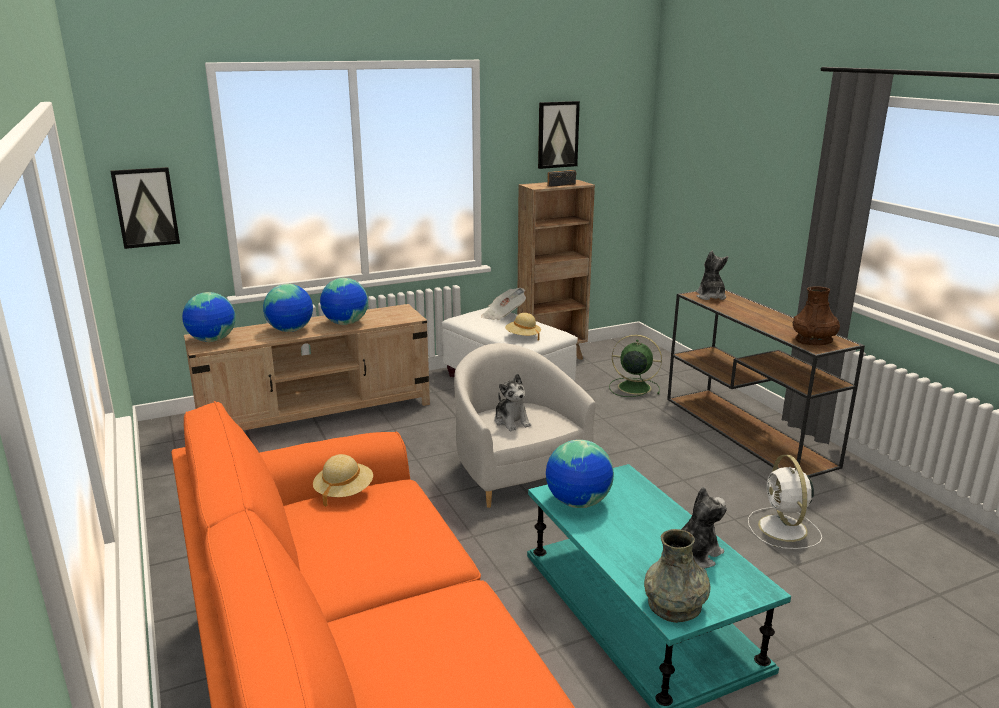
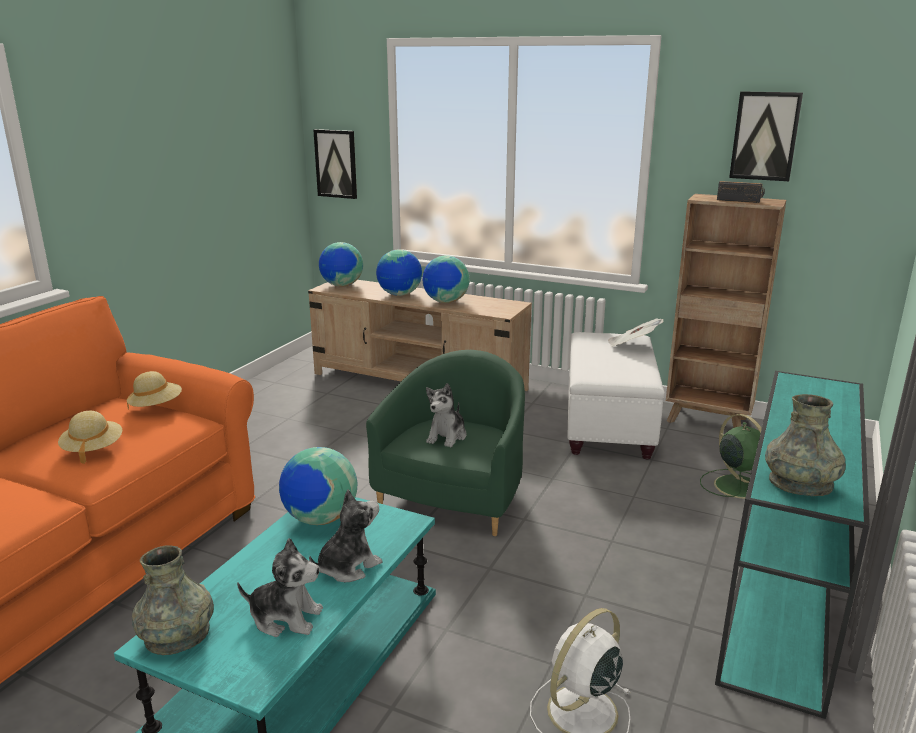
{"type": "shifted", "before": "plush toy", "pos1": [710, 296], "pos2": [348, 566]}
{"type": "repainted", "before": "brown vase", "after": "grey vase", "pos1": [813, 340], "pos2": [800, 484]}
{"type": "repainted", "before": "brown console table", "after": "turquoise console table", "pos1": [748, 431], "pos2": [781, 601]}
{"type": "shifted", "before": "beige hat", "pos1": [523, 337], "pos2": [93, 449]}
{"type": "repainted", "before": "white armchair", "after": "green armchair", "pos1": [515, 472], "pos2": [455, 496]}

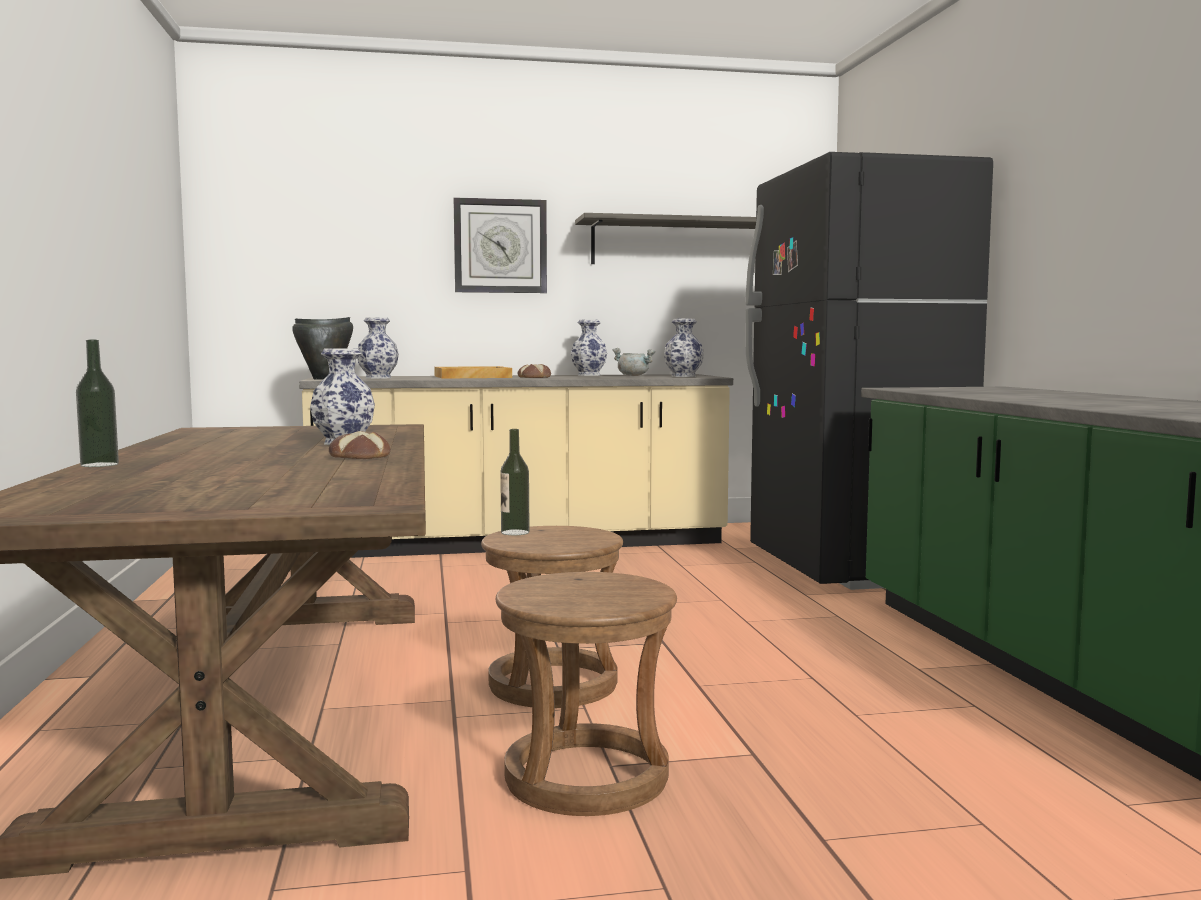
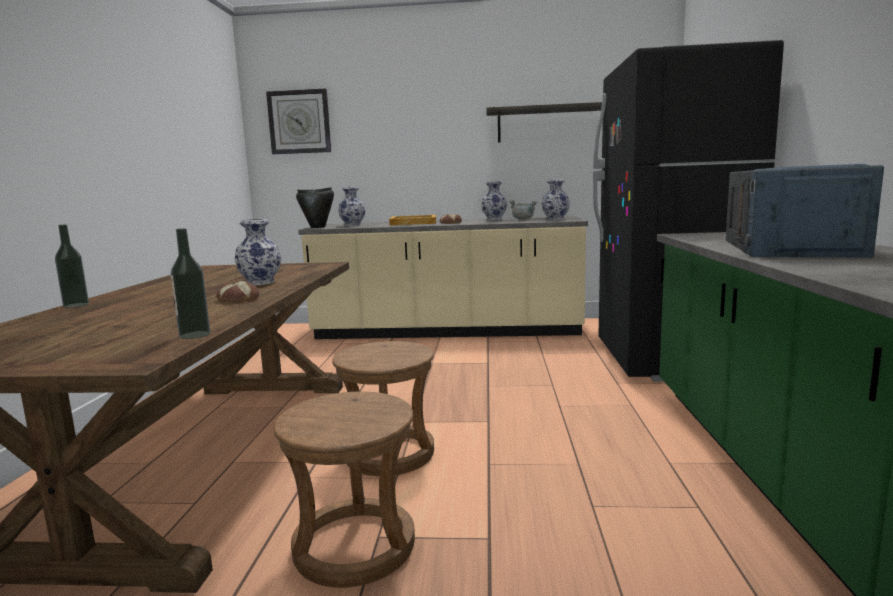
{"type": "shifted", "before": "wall clock", "pos1": [500, 246], "pos2": [299, 122]}
{"type": "shifted", "before": "bottle", "pos1": [515, 532], "pos2": [194, 335]}
{"type": "new", "after": "blue microwave", "pos2": [789, 247]}

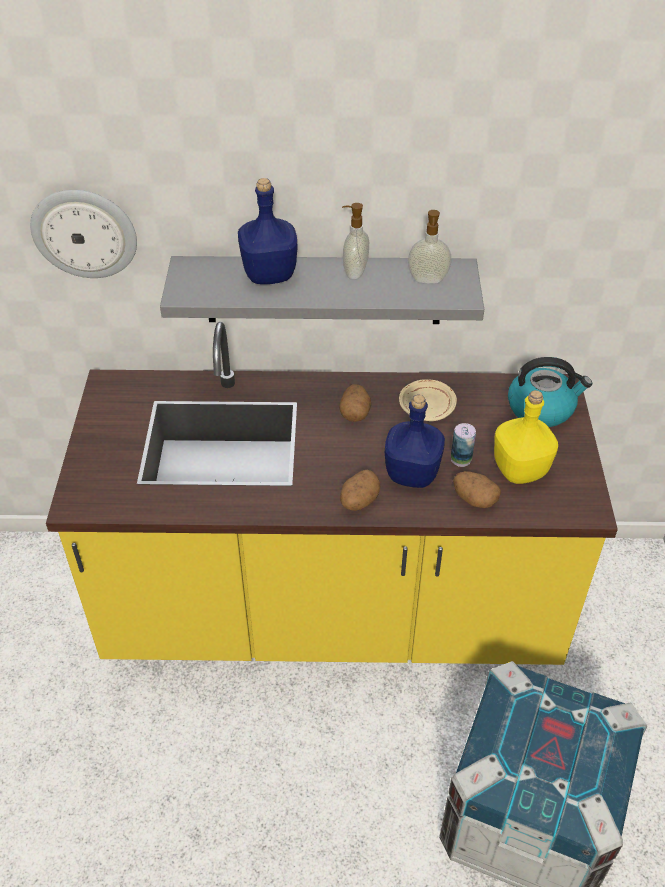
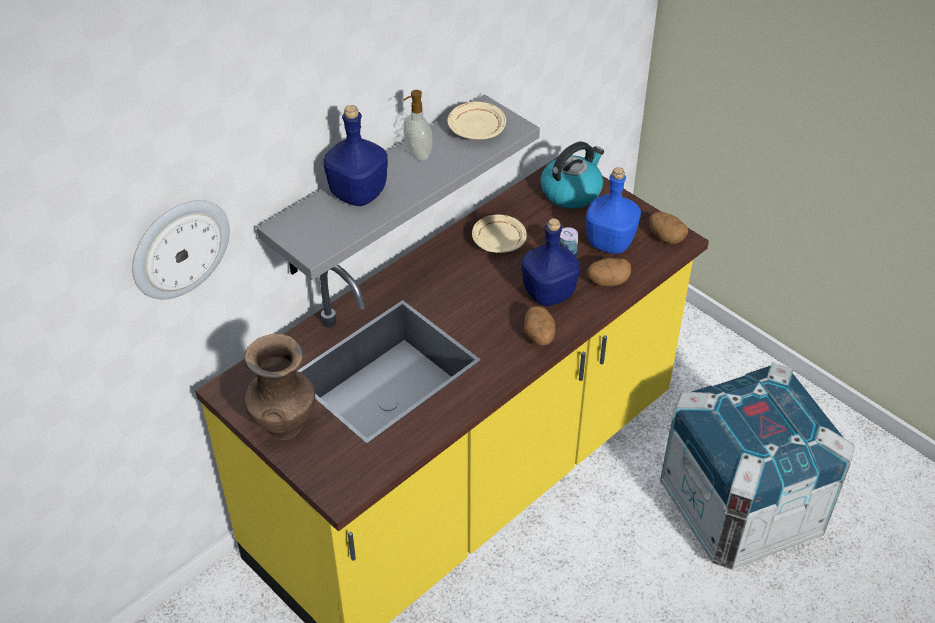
{"type": "swapped", "before": "soap dispenser", "after": "beige plate", "pos1": [427, 280], "pos2": [476, 129]}
{"type": "shifted", "before": "potato", "pos1": [355, 413], "pos2": [666, 237]}
{"type": "repainted", "before": "yellow bottle", "after": "blue bottle", "pos1": [520, 470], "pos2": [611, 243]}
{"type": "new", "after": "brown vase", "pos2": [284, 424]}

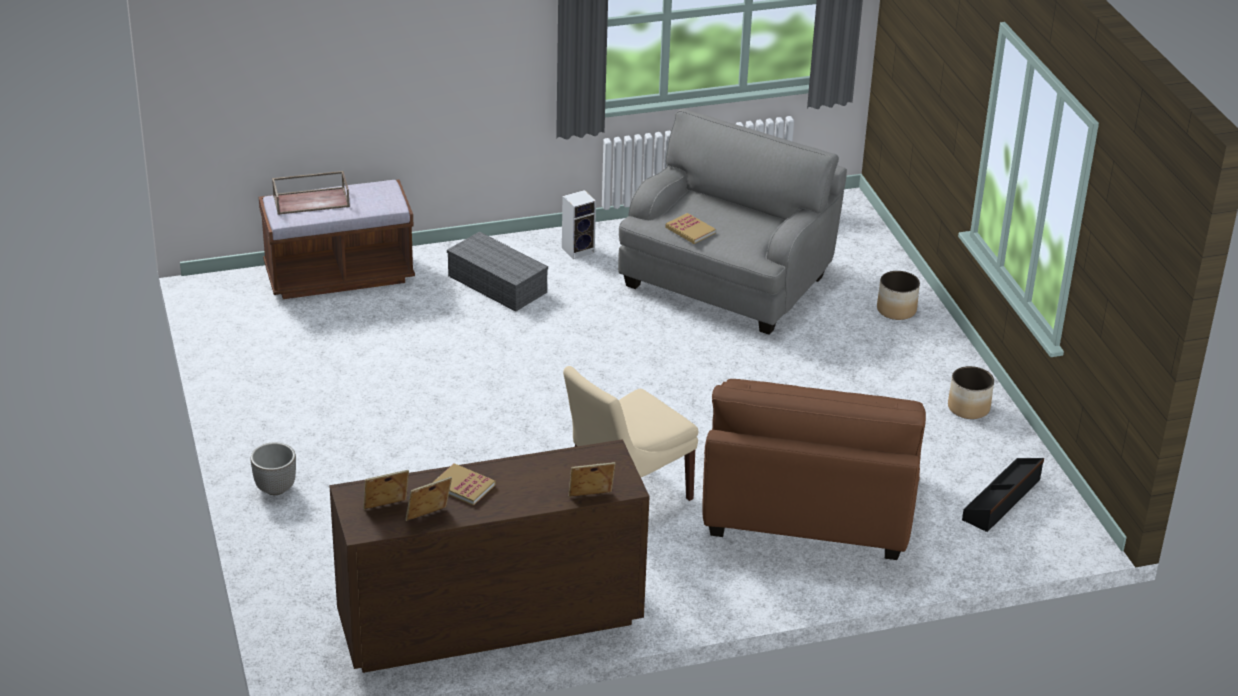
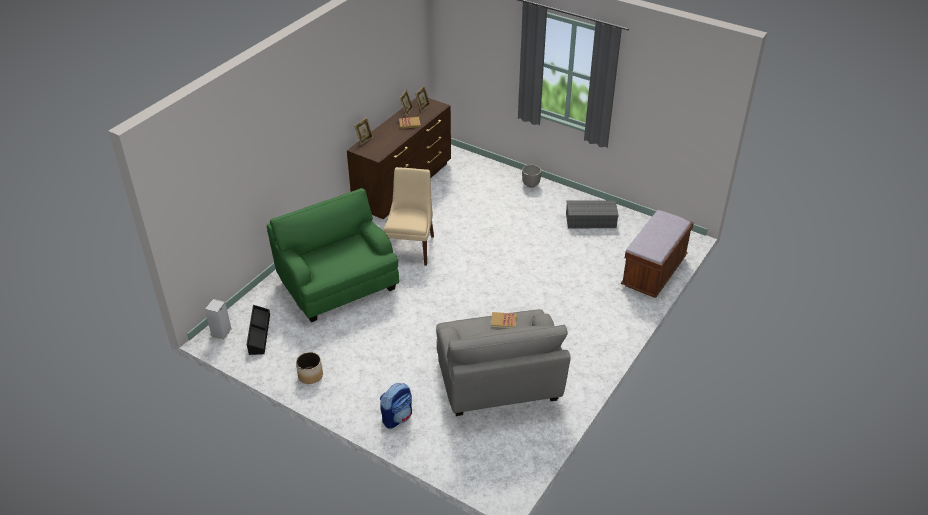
{"type": "gone", "before": "brown tray", "pos1": [312, 200]}
{"type": "shifted", "before": "speaker", "pos1": [578, 249], "pos2": [221, 333]}
{"type": "shifted", "before": "grey storage box", "pos1": [499, 284], "pos2": [590, 221]}
{"type": "swapped", "before": "planter", "after": "backpack", "pos1": [896, 310], "pos2": [397, 417]}
{"type": "repainted", "before": "brown armchair", "after": "green armchair", "pos1": [809, 508], "pos2": [337, 283]}

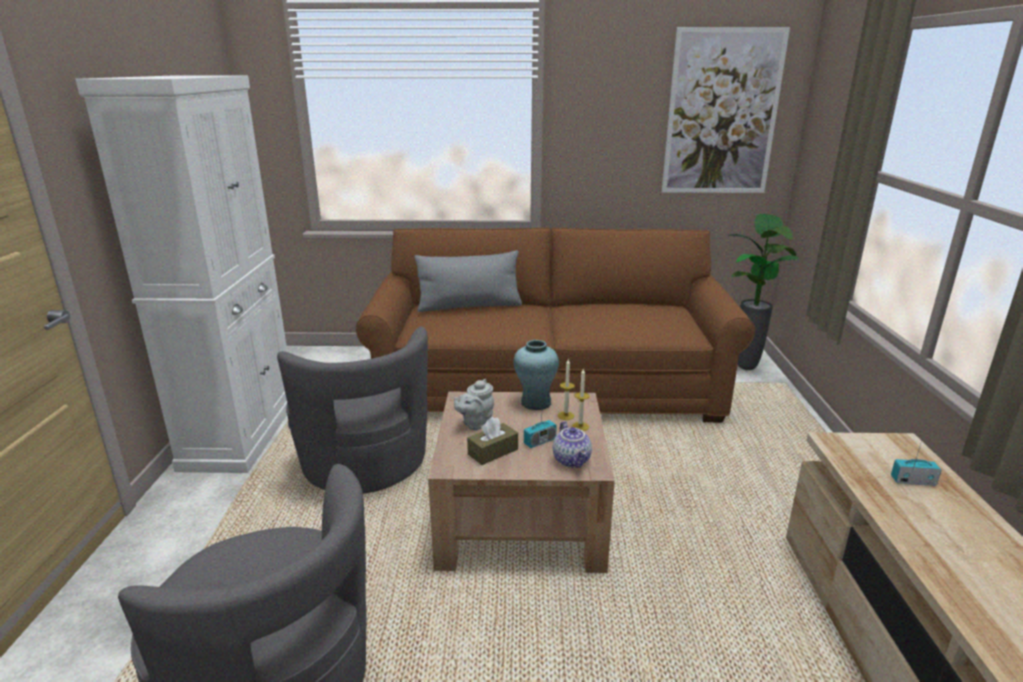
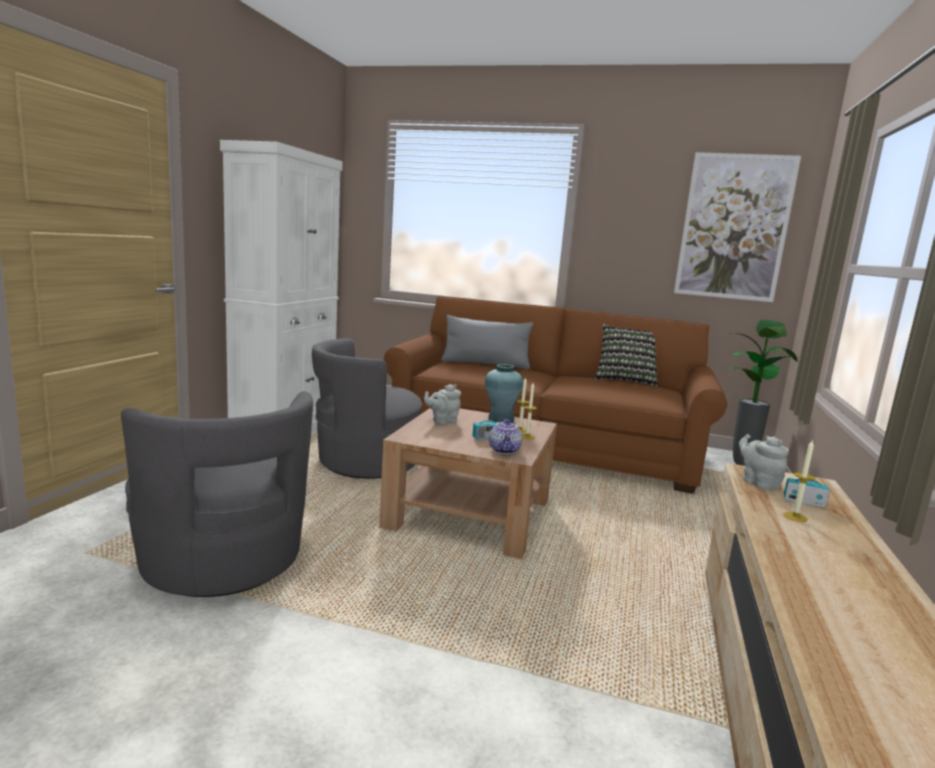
{"type": "rotated", "before": "grey armchair", "pos1": [366, 465], "pos2": [365, 462], "turn": 75}
{"type": "gone", "before": "brown tissue box", "pos1": [493, 452]}
{"type": "new", "after": "pillow", "pos2": [625, 380]}
{"type": "new", "after": "grey teapot", "pos2": [758, 482]}
{"type": "new", "after": "candle", "pos2": [795, 517]}

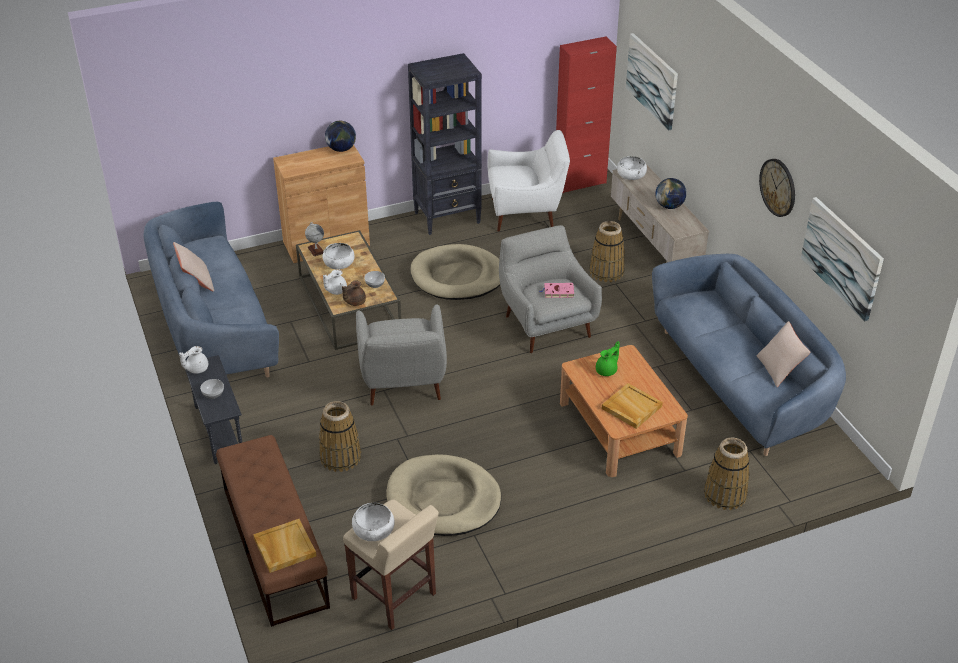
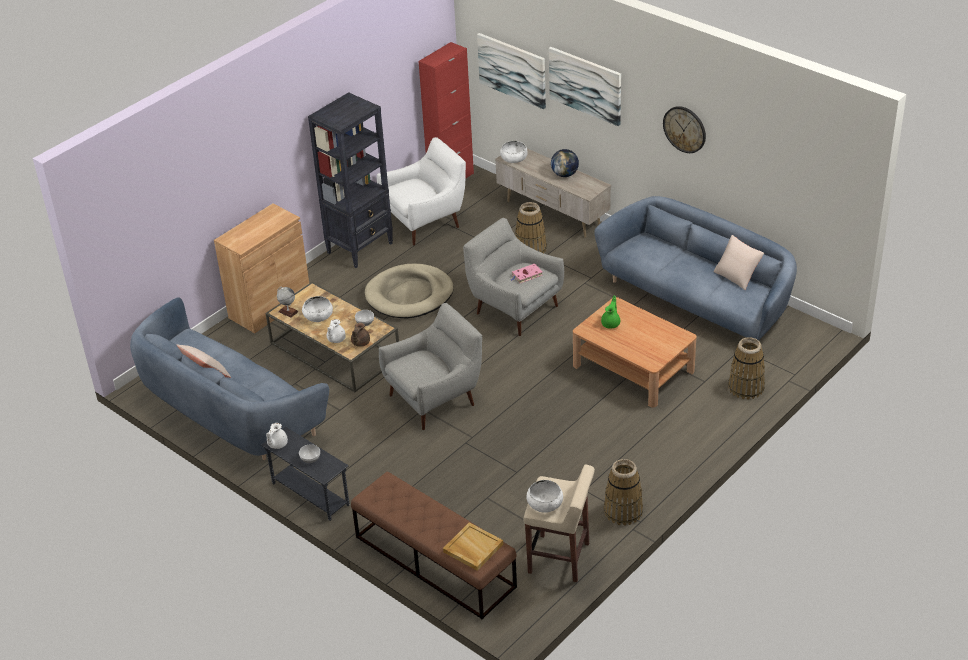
{"type": "gone", "before": "globe", "pos1": [341, 149]}
{"type": "shifted", "before": "picture", "pos1": [842, 257], "pos2": [585, 85]}
{"type": "rotated", "before": "grey armchair", "pos1": [403, 384], "pos2": [435, 398], "turn": -90}
{"type": "gone", "before": "beige tray", "pos1": [631, 407]}
{"type": "shifted", "before": "basket", "pos1": [340, 457], "pos2": [623, 511]}
{"type": "gone", "before": "beige dog bed", "pos1": [443, 499]}

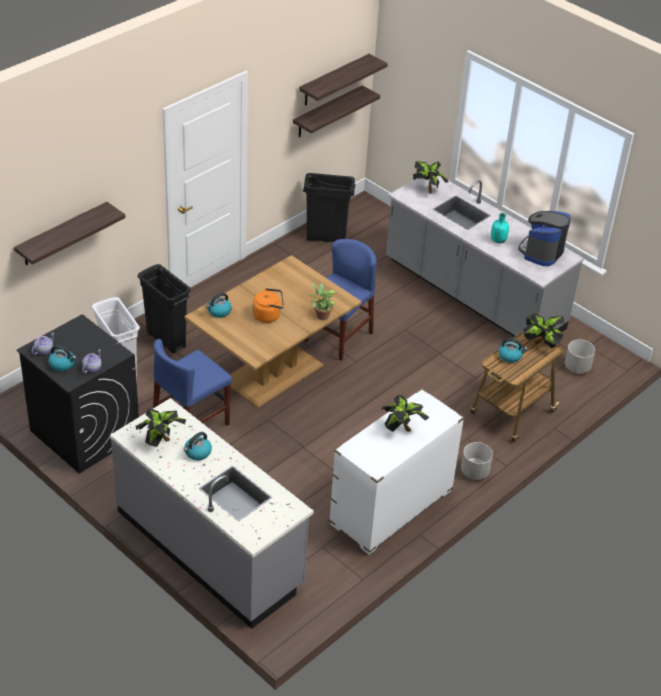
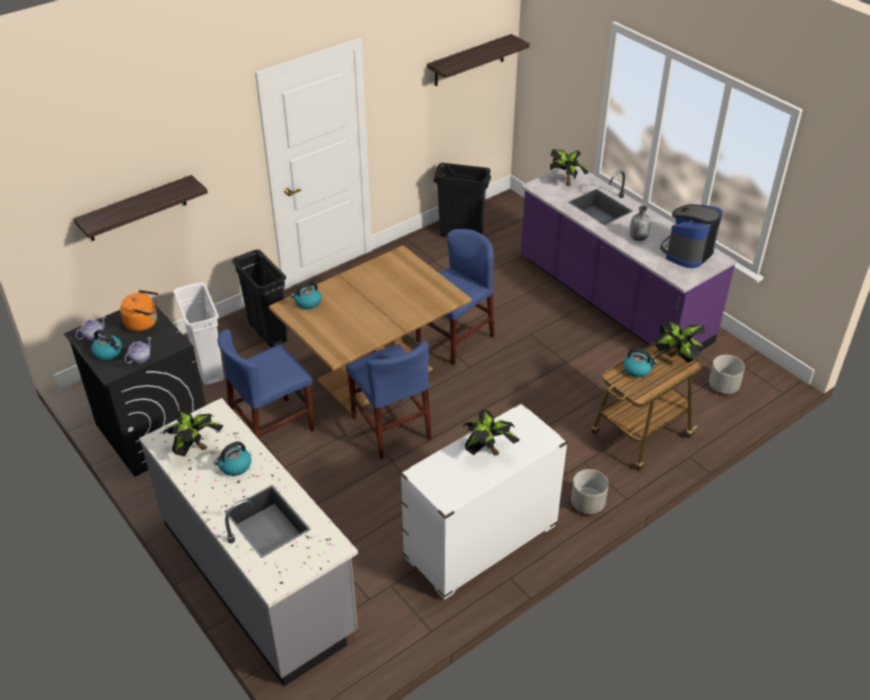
{"type": "gone", "before": "shelf", "pos1": [327, 112]}
{"type": "repainted", "before": "grey counter", "after": "purple counter", "pos1": [472, 295], "pos2": [612, 301]}
{"type": "repainted", "before": "turquoise bottle", "after": "grey bottle", "pos1": [498, 240], "pos2": [638, 238]}
{"type": "gone", "before": "potted plant", "pos1": [321, 315]}
{"type": "shifted", "before": "orange kettle", "pos1": [268, 315], "pos2": [144, 323]}
{"type": "new", "after": "blue chair", "pos2": [391, 428]}

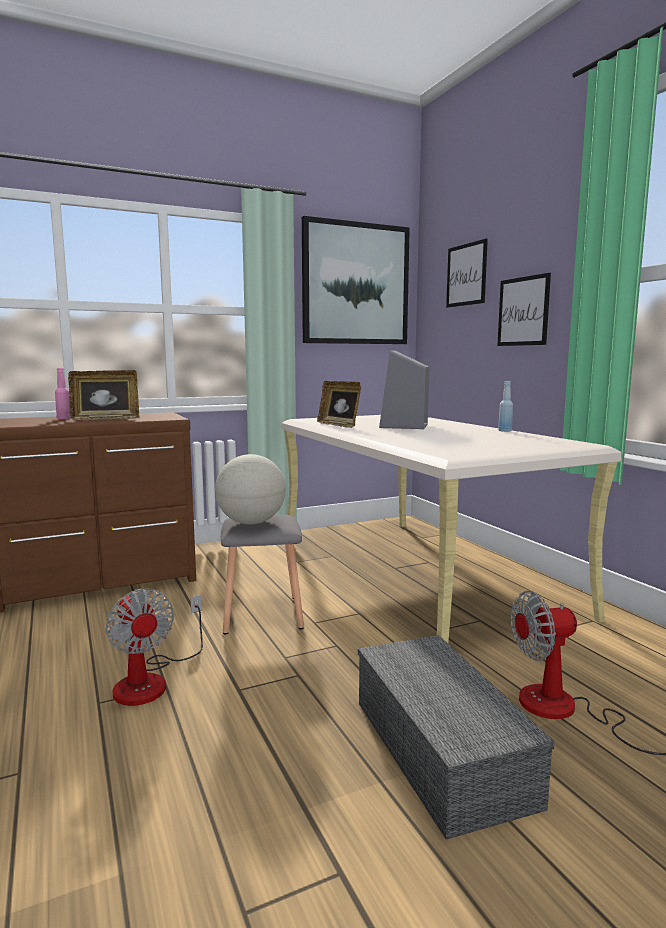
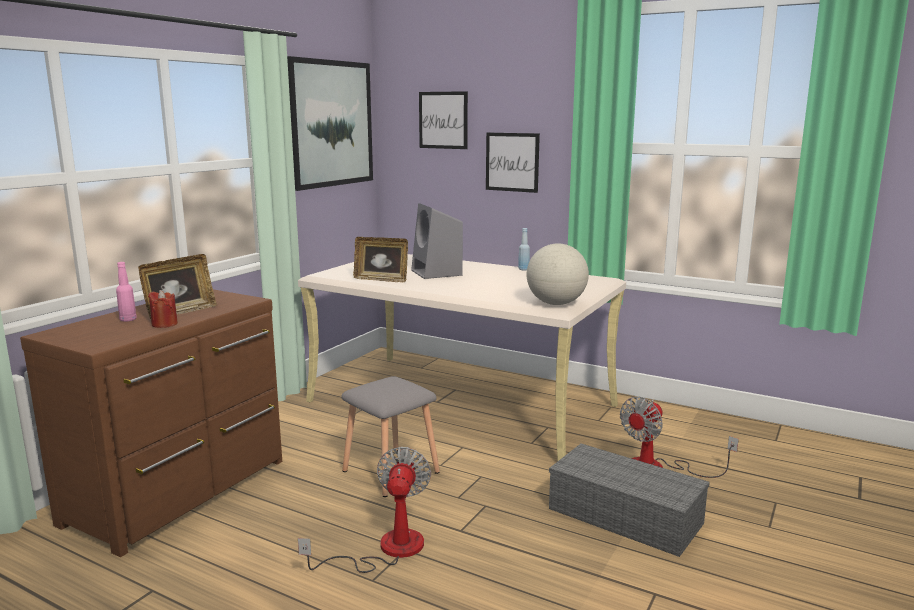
{"type": "shifted", "before": "globe", "pos1": [251, 523], "pos2": [556, 304]}
{"type": "rotated", "before": "fan", "pos1": [152, 680], "pos2": [386, 549], "turn": -105}
{"type": "new", "after": "red candle", "pos2": [164, 324]}

